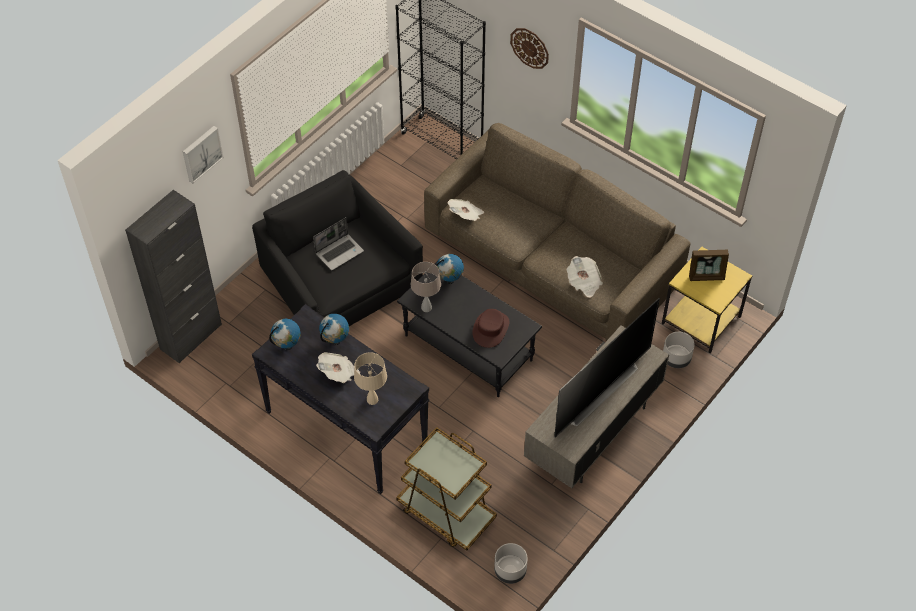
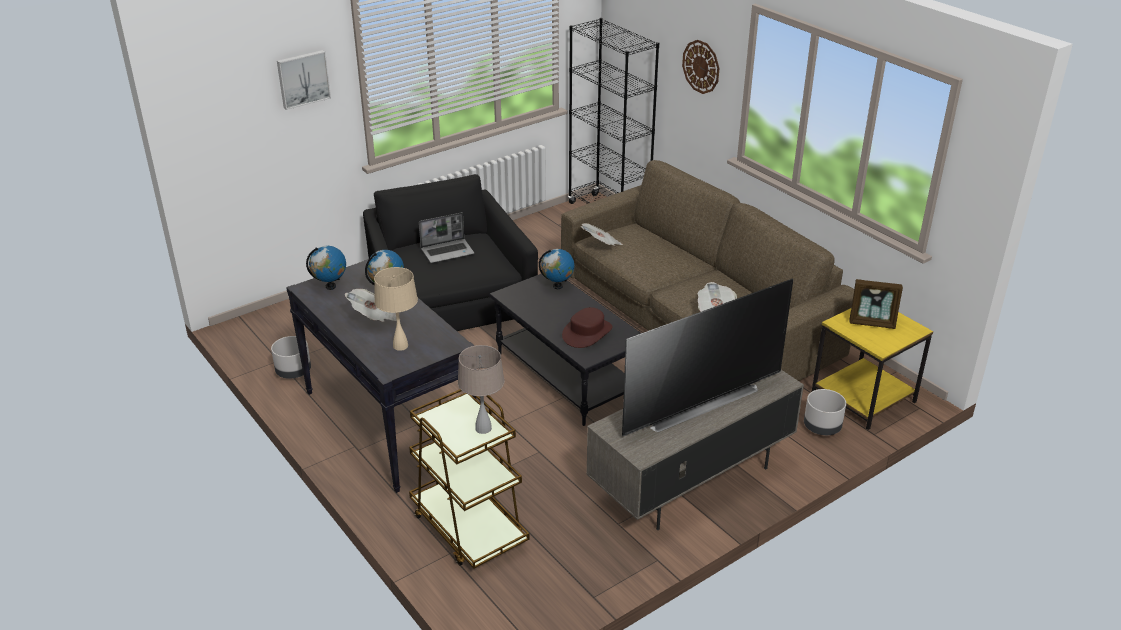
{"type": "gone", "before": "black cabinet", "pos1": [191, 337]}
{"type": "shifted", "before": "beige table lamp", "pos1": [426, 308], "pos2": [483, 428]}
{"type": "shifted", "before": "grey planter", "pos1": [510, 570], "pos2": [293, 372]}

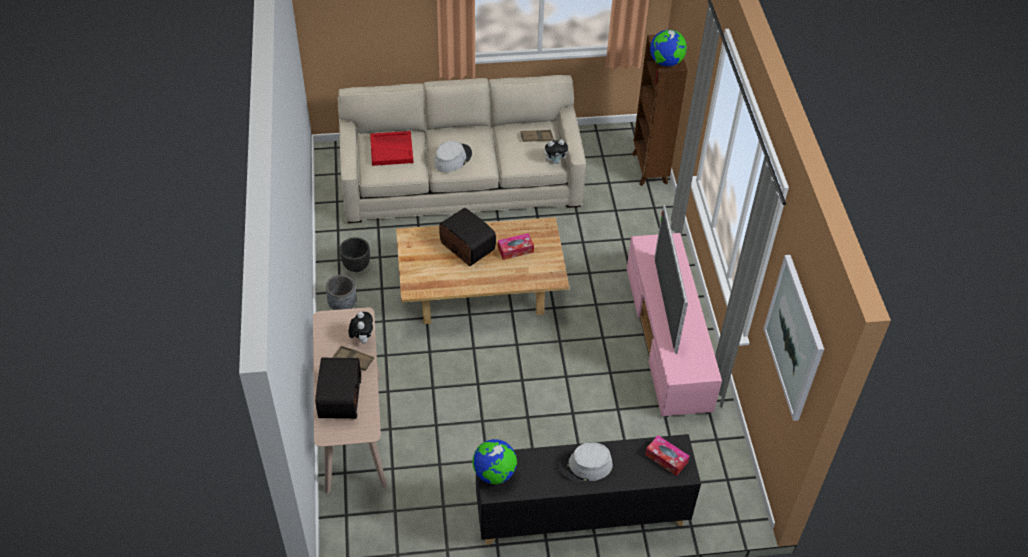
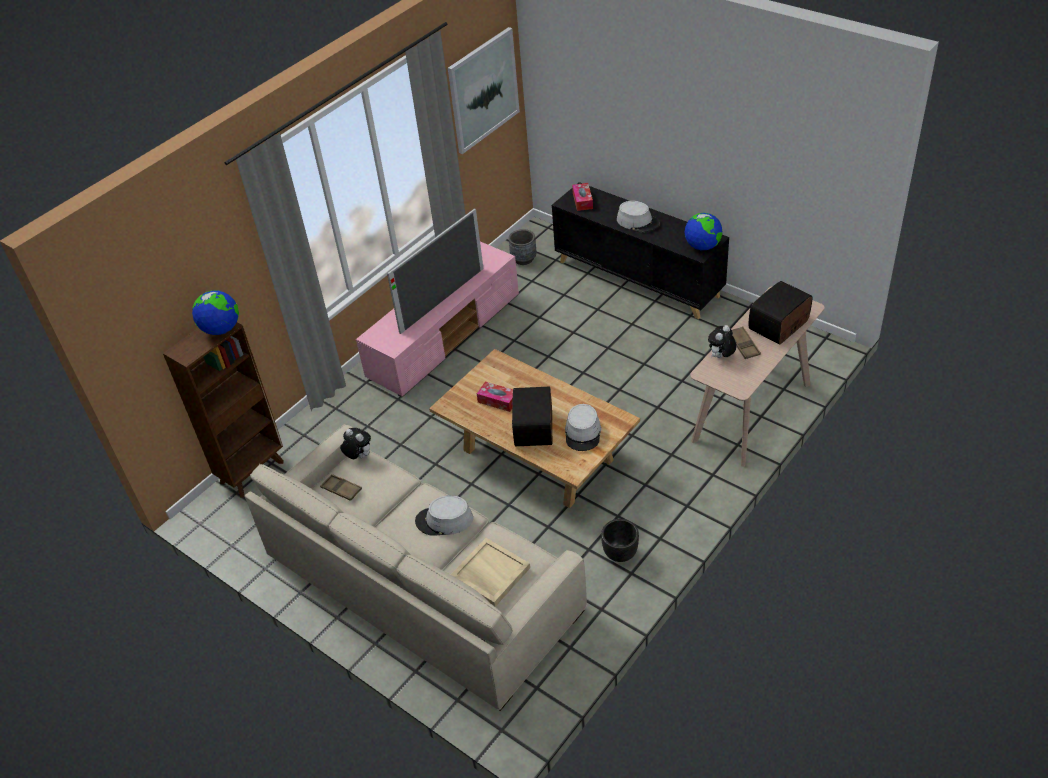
{"type": "repainted", "before": "red tray", "after": "beige tray", "pos1": [392, 149], "pos2": [489, 574]}
{"type": "shifted", "before": "grey planter", "pos1": [343, 305], "pos2": [523, 259]}
{"type": "new", "after": "grey hat", "pos2": [583, 433]}

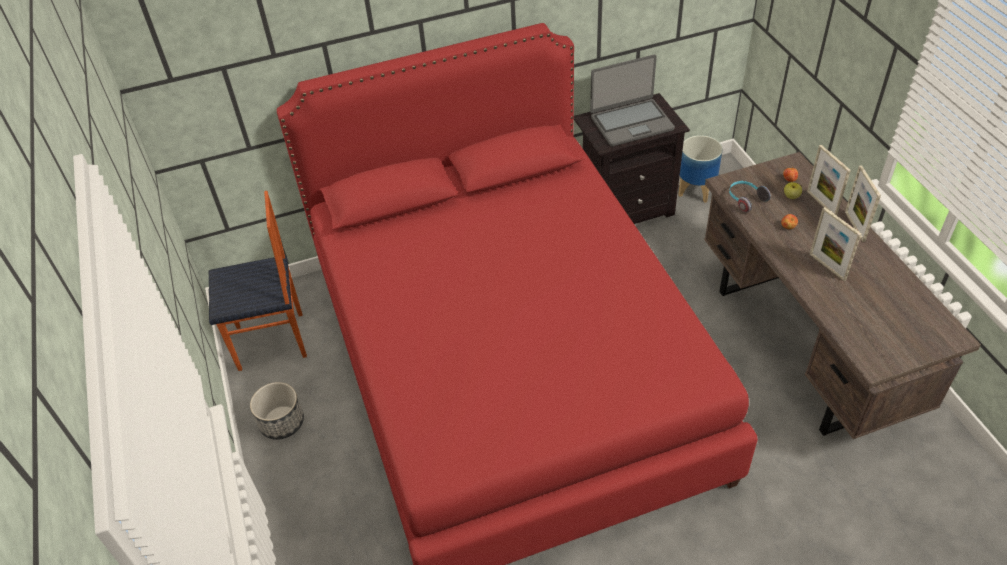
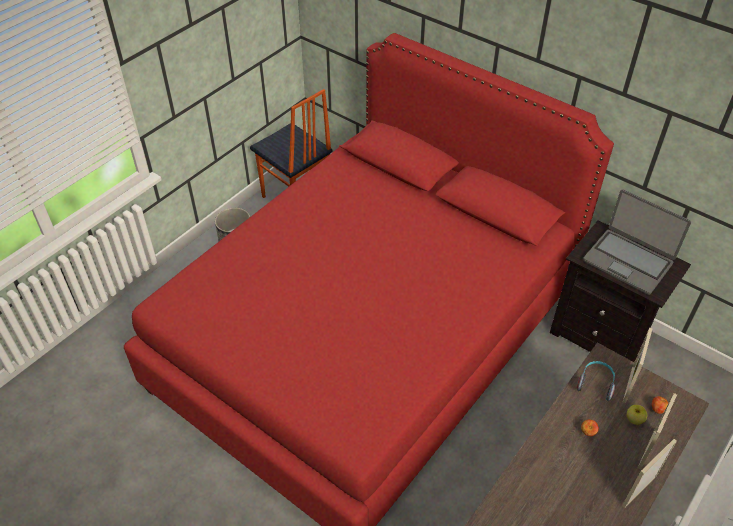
{"type": "gone", "before": "planter", "pos1": [696, 190]}
{"type": "shifted", "before": "picture frame", "pos1": [827, 267], "pos2": [629, 384]}

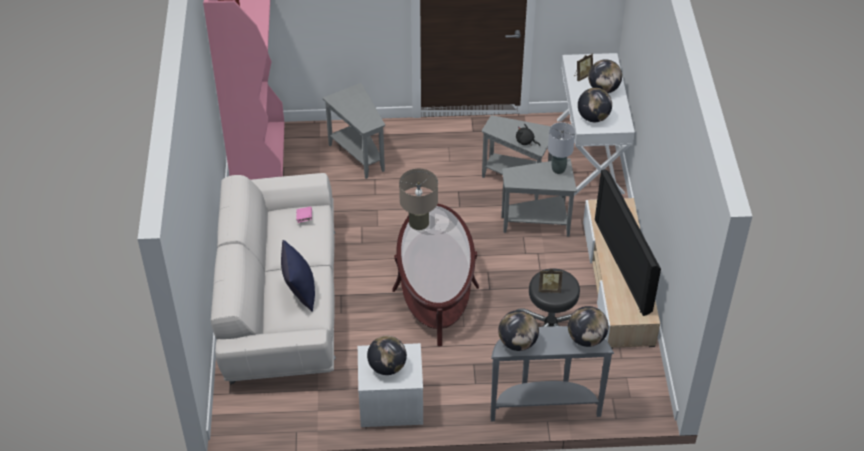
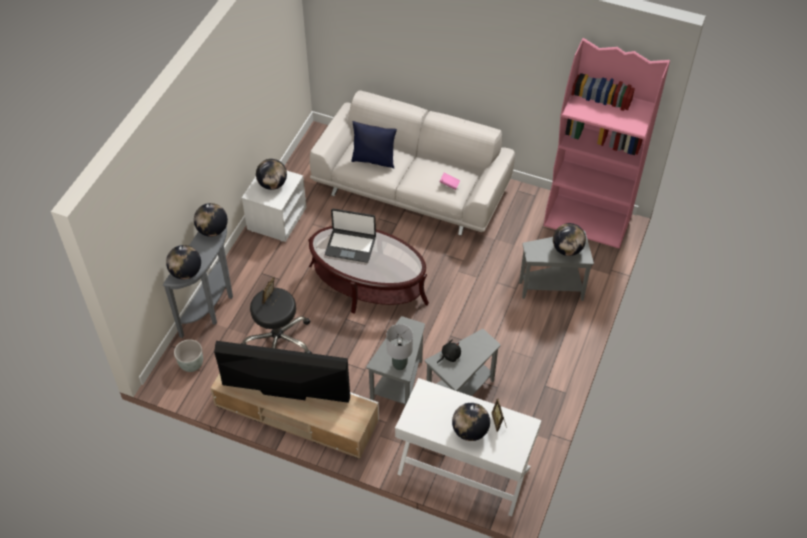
{"type": "shifted", "before": "globe", "pos1": [593, 117], "pos2": [567, 249]}
{"type": "gone", "before": "beige table lamp", "pos1": [419, 222]}
{"type": "new", "after": "laptop", "pos2": [350, 246]}
{"type": "new", "after": "grey planter", "pos2": [191, 364]}

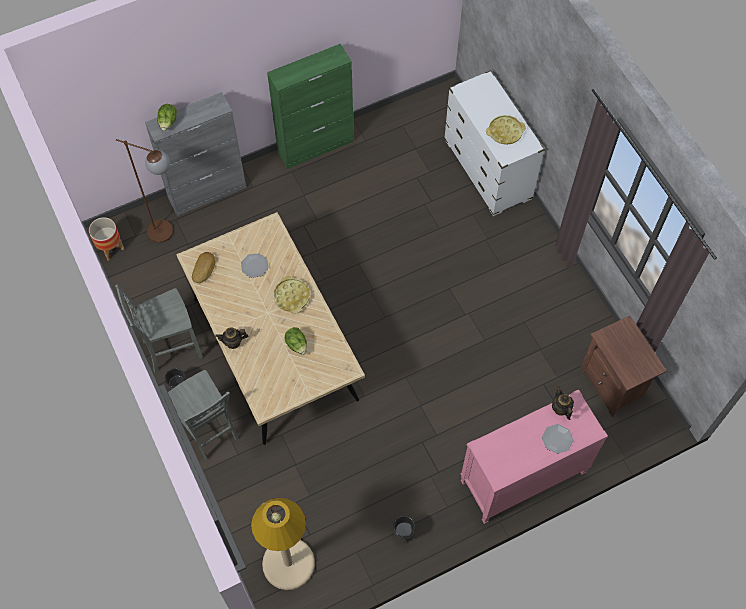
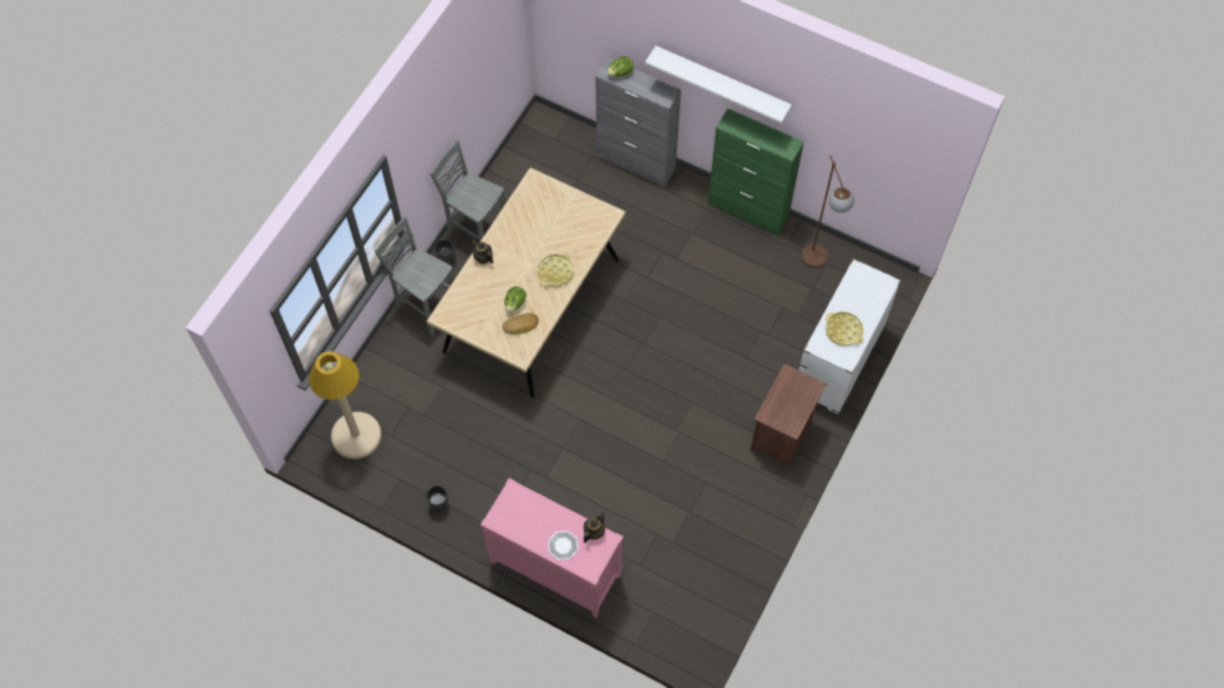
{"type": "shifted", "before": "brown floor lamp", "pos1": [169, 234], "pos2": [817, 264]}
{"type": "gone", "before": "planter", "pos1": [110, 248]}
{"type": "shifted", "before": "bread", "pos1": [204, 269], "pos2": [521, 325]}
{"type": "gone", "before": "plate", "pos1": [254, 266]}
{"type": "shifted", "before": "brown nightstand", "pos1": [613, 384], "pos2": [782, 435]}
{"type": "rotated", "before": "grey chair", "pos1": [208, 431], "pos2": [425, 306], "turn": 105}
{"type": "new", "after": "white shelf", "pos2": [722, 82]}

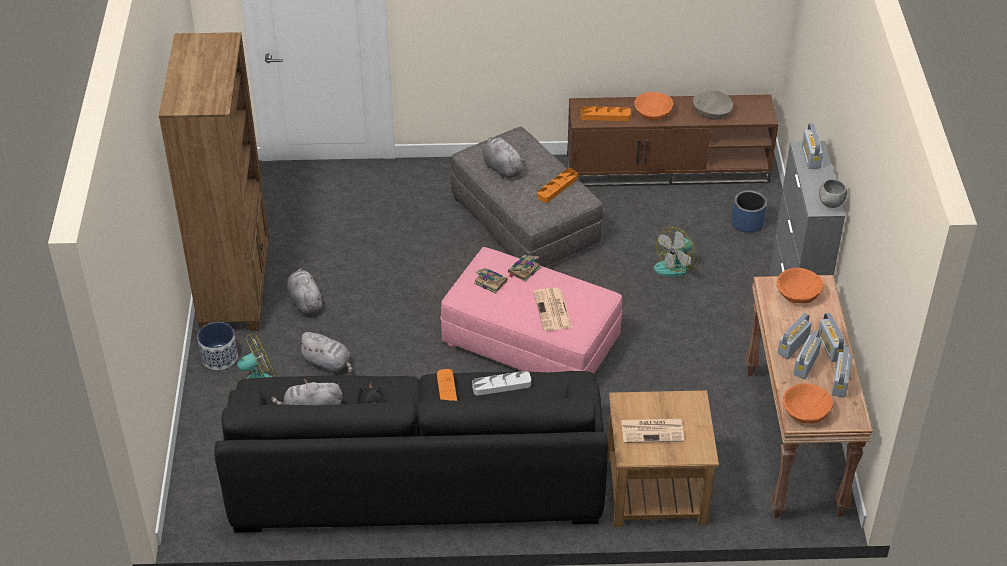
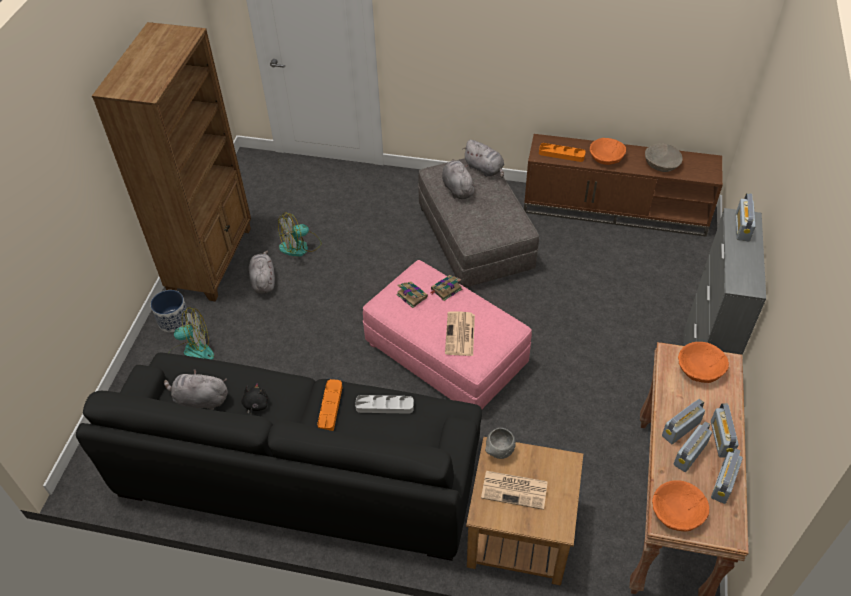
{"type": "gone", "before": "orange tray", "pos1": [557, 188]}
{"type": "shifted", "before": "grey bowl", "pos1": [830, 204], "pos2": [499, 451]}
{"type": "gone", "before": "blue planter", "pos1": [747, 223]}
{"type": "shifted", "before": "fan", "pos1": [677, 265], "pos2": [300, 246]}
{"type": "shifted", "before": "grey plush toy", "pos1": [328, 363], "pos2": [485, 169]}

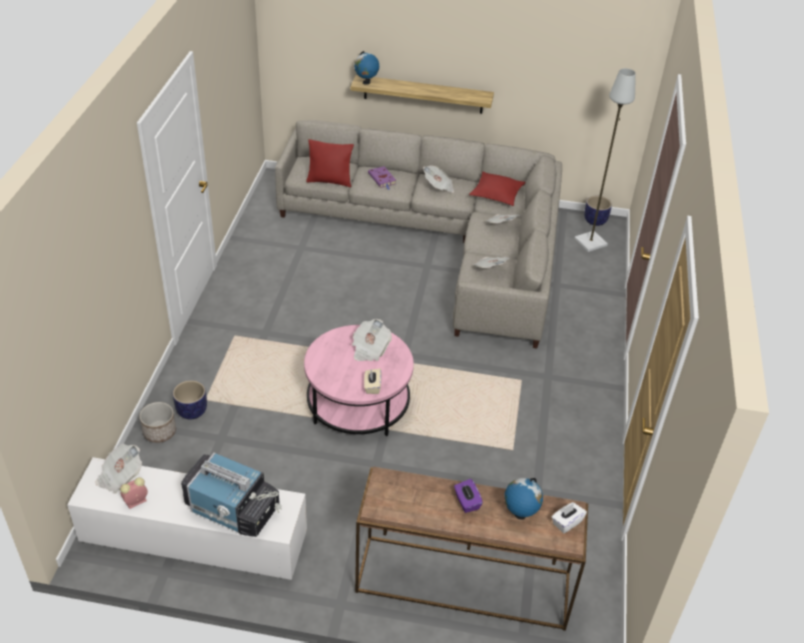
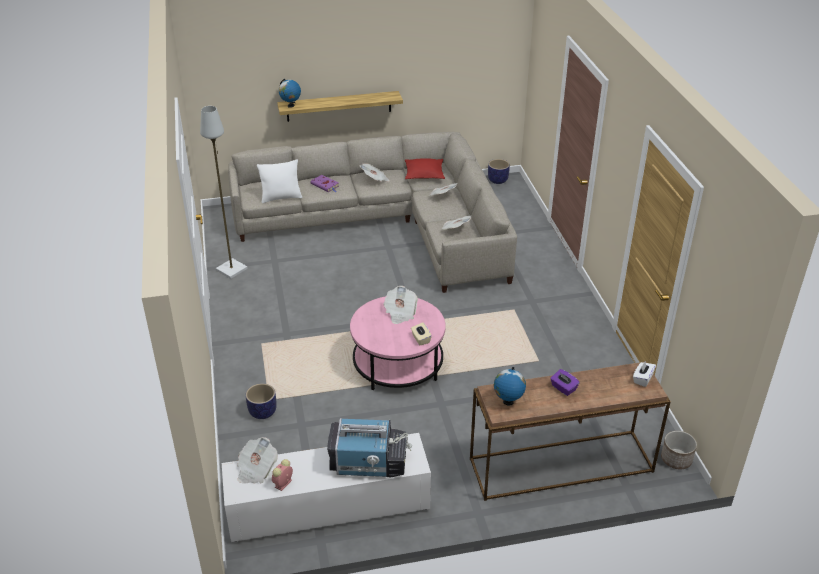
{"type": "shifted", "before": "grey floor lamp", "pos1": [590, 242], "pos2": [231, 269]}
{"type": "repainted", "before": "red pillow", "after": "white pillow", "pos1": [329, 181], "pos2": [281, 197]}
{"type": "shifted", "before": "planter", "pos1": [159, 432], "pos2": [676, 459]}
{"type": "shifted", "before": "globe", "pos1": [519, 514], "pos2": [508, 402]}

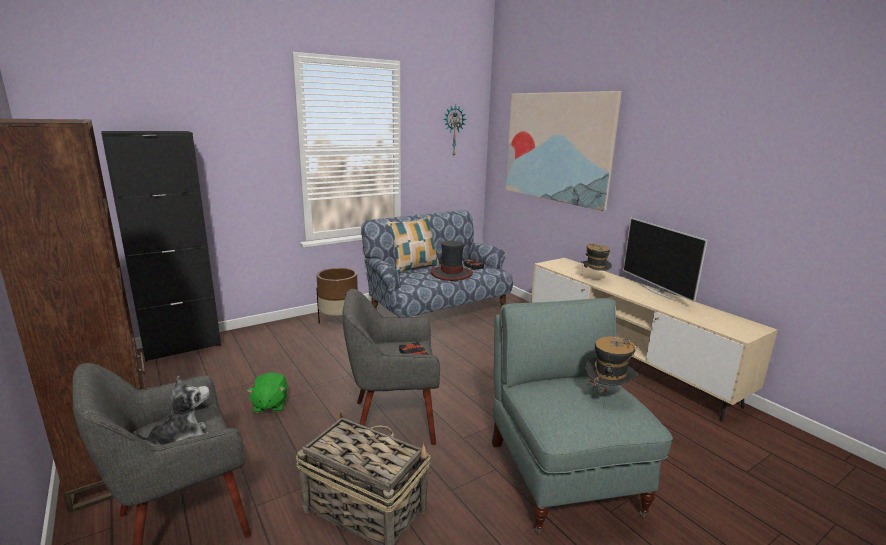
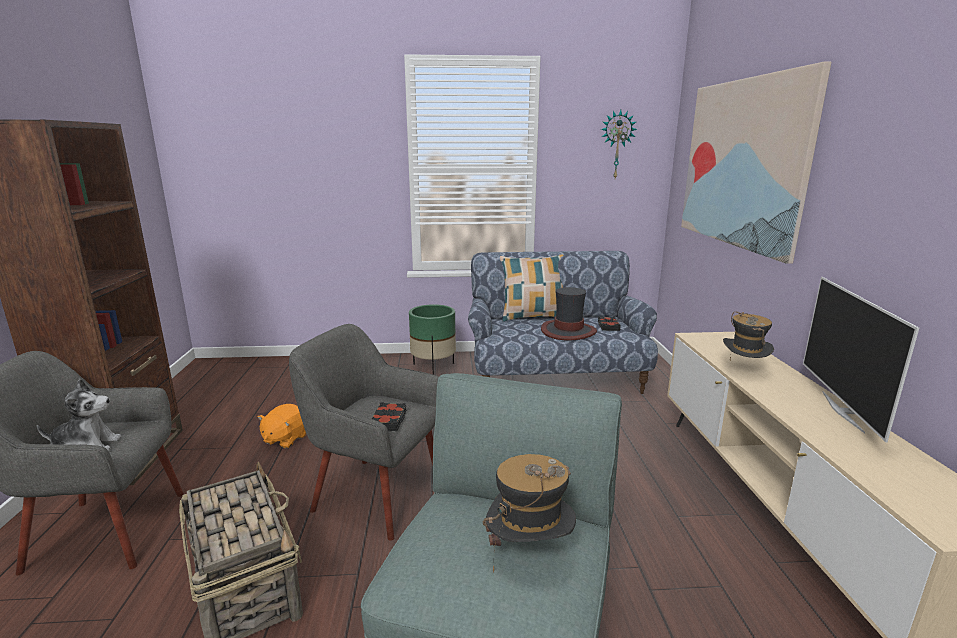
{"type": "gone", "before": "black cabinet", "pos1": [182, 347]}
{"type": "repainted", "before": "brown planter", "after": "green planter", "pos1": [339, 323], "pos2": [433, 368]}
{"type": "repainted", "before": "green plush toy", "after": "orange plush toy", "pos1": [270, 405], "pos2": [285, 439]}

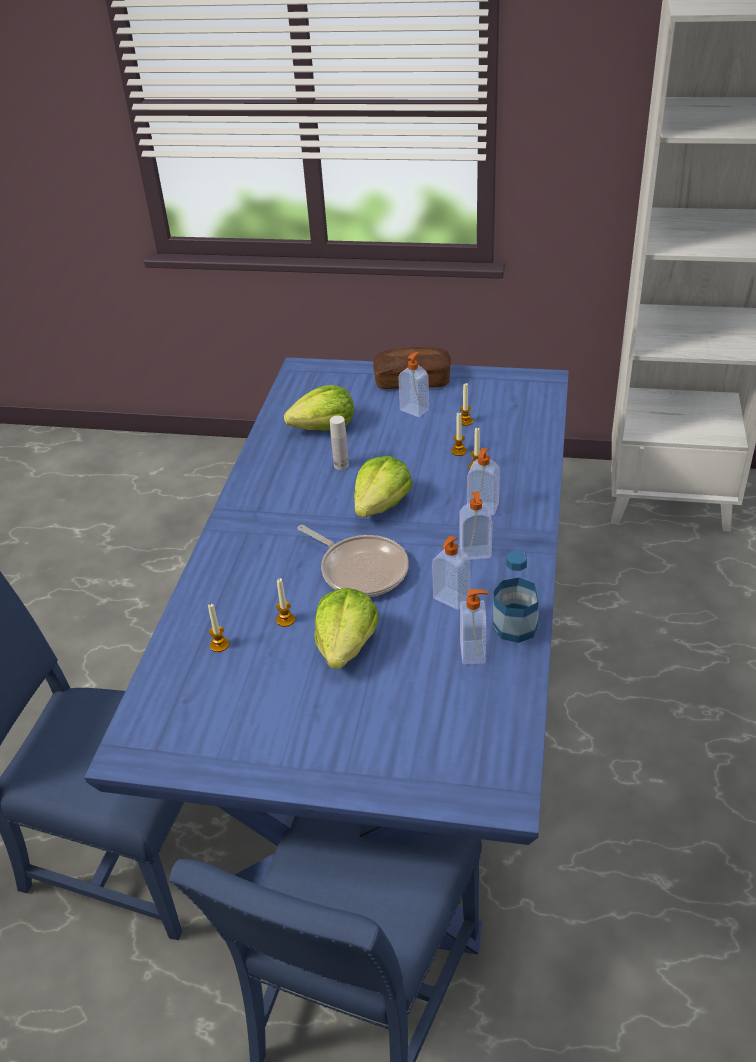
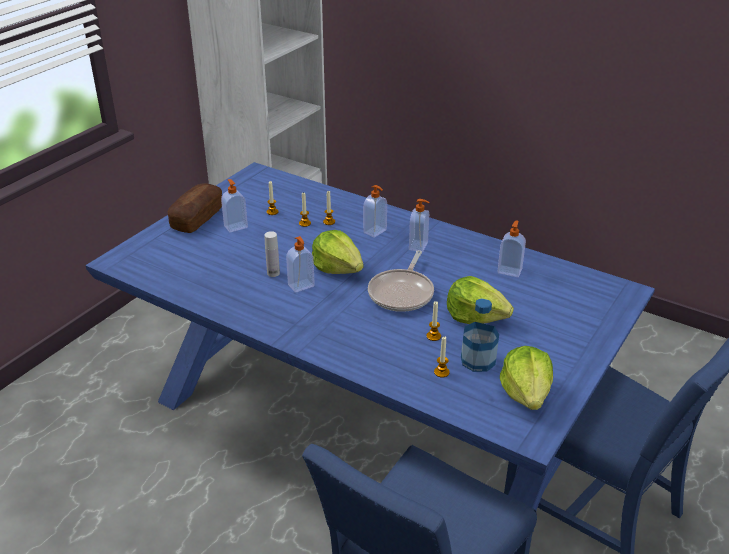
{"type": "shifted", "before": "lettuce", "pos1": [324, 427], "pos2": [526, 393]}
{"type": "rotated", "before": "frying pan", "pos1": [360, 569], "pos2": [402, 293], "turn": 135}
{"type": "shifted", "before": "soap dispenser", "pos1": [450, 599], "pos2": [301, 286]}
{"type": "shifted", "before": "bottle", "pos1": [515, 626], "pos2": [478, 360]}

